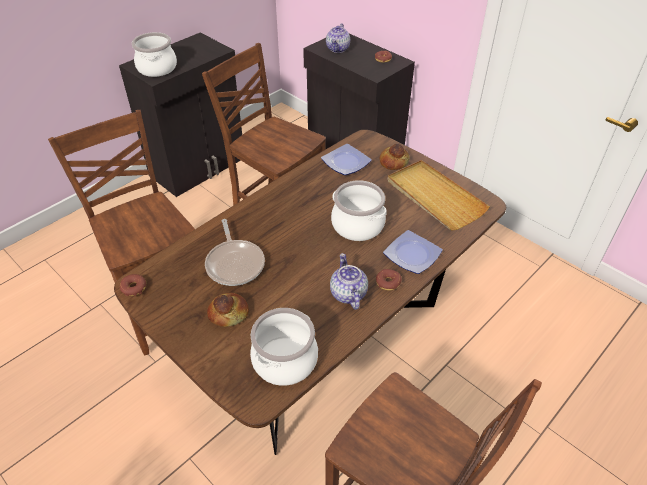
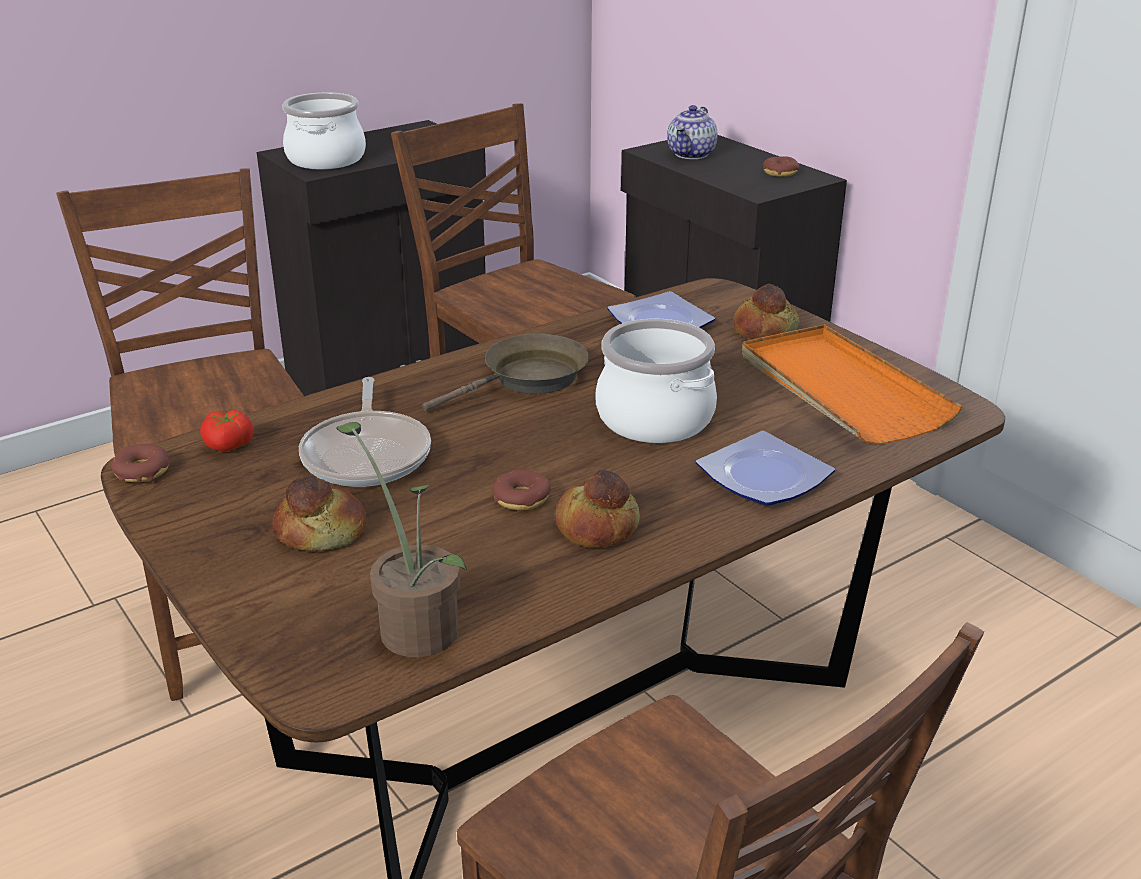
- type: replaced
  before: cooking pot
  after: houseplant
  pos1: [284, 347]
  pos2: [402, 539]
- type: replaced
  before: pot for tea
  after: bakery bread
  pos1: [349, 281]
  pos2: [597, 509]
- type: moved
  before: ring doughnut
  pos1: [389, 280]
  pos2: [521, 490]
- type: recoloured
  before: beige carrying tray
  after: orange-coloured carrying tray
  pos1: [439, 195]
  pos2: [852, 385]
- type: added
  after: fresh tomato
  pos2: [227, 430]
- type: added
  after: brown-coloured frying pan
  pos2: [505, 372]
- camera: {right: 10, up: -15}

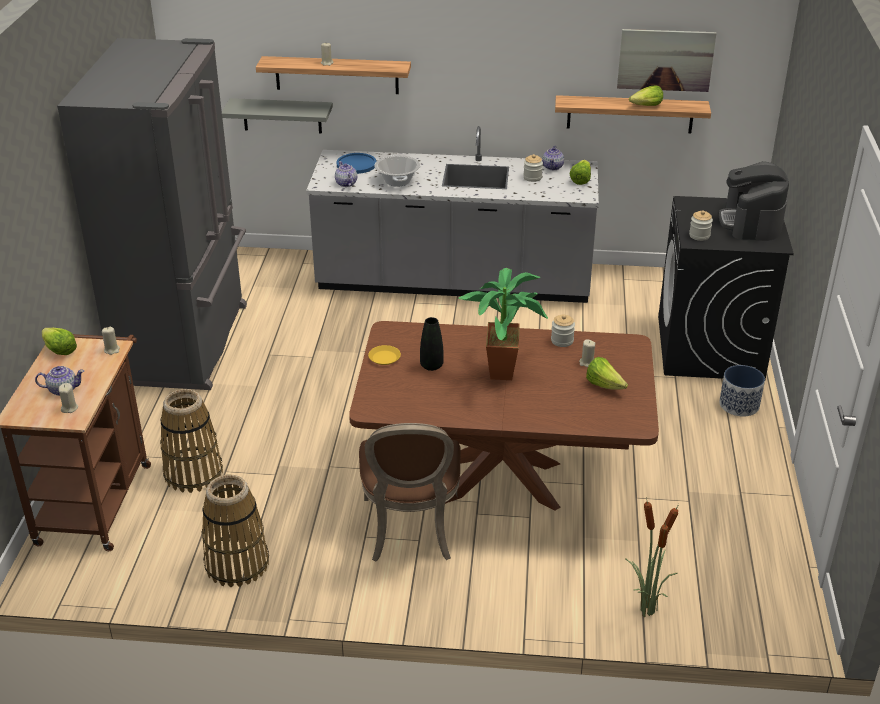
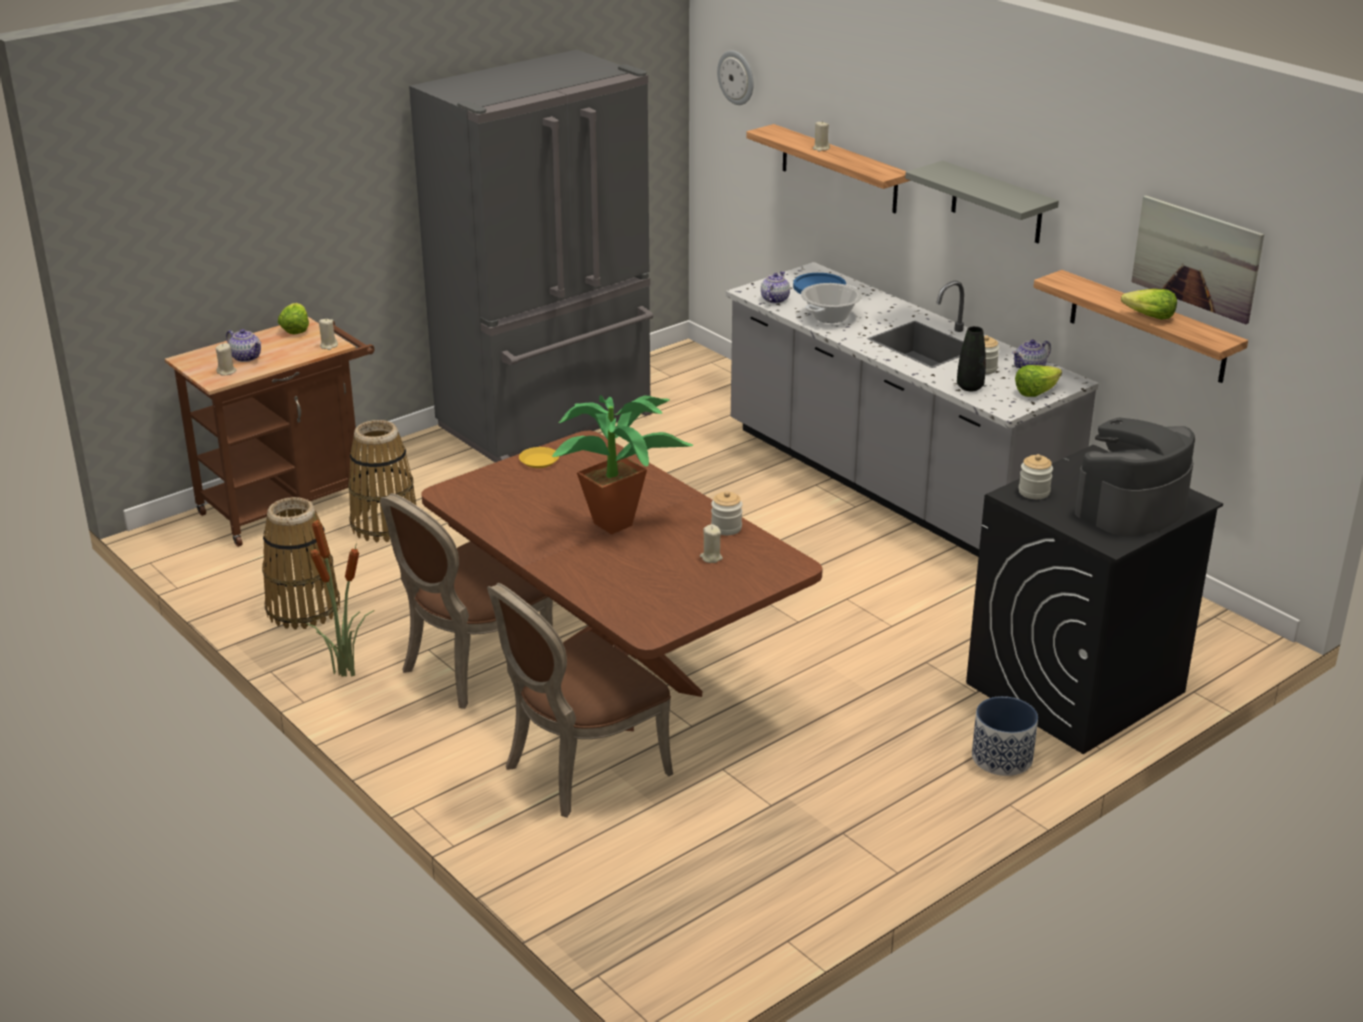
- type: moved
  before: greyish shelf
  pos1: [277, 116]
  pos2: [982, 202]
- type: moved
  before: black decorative vase
  pos1: [432, 344]
  pos2: [971, 358]
- type: removed
  before: head of lettuce
  pos1: [607, 373]
- type: moved
  before: houseplant
  pos1: [653, 557]
  pos2: [340, 594]
- type: added
  after: brown-coloured upright chair
  pos2: [580, 700]
- type: added
  after: clock on the wall
  pos2: [735, 77]
- camera: {right: 45, up: -5}

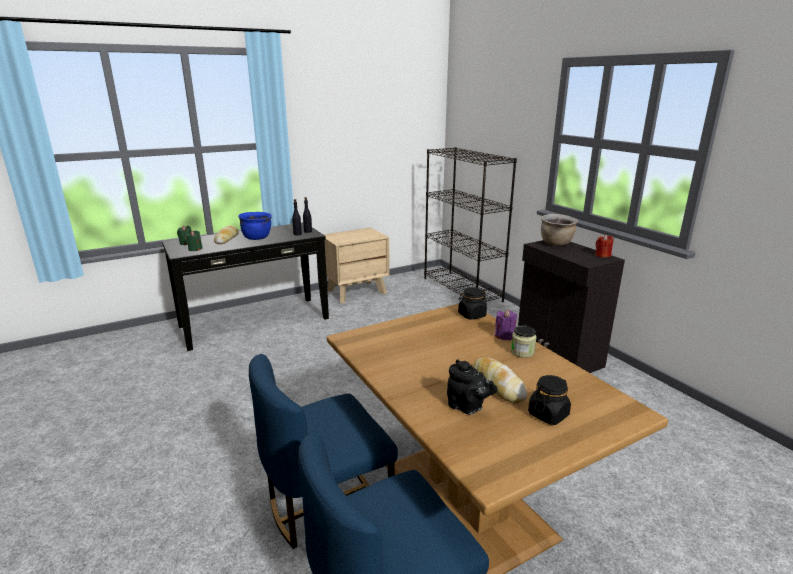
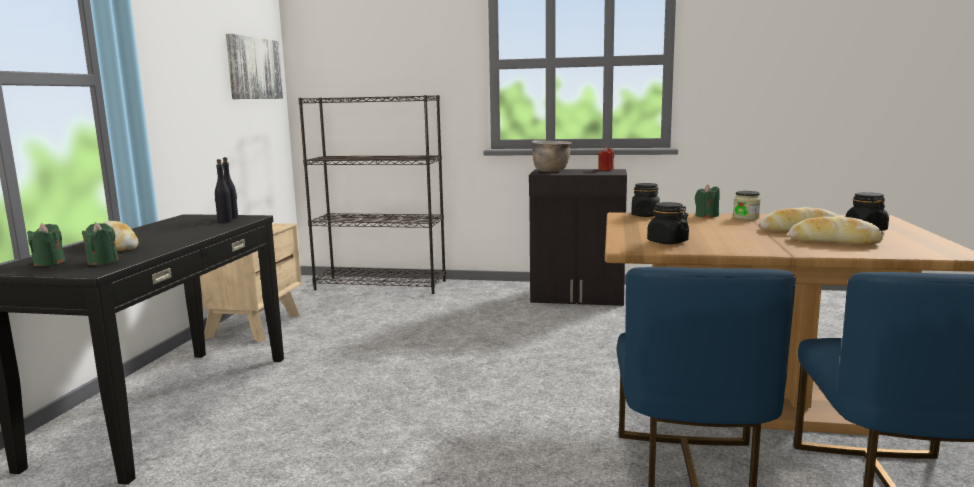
- type: removed
  before: bluish cooking pot
  pos1: [255, 226]
- type: replaced
  before: black pot for tea
  after: bakery bread
  pos1: [472, 387]
  pos2: [836, 230]
- type: recoloured
  before: purple wax candle
  after: green wax candle
  pos1: [506, 324]
  pos2: [707, 201]
- type: added
  after: wall art
  pos2: [254, 66]
- type: added
  after: black preserve jar
  pos2: [668, 223]
- camera: {right: -50, up: -10}

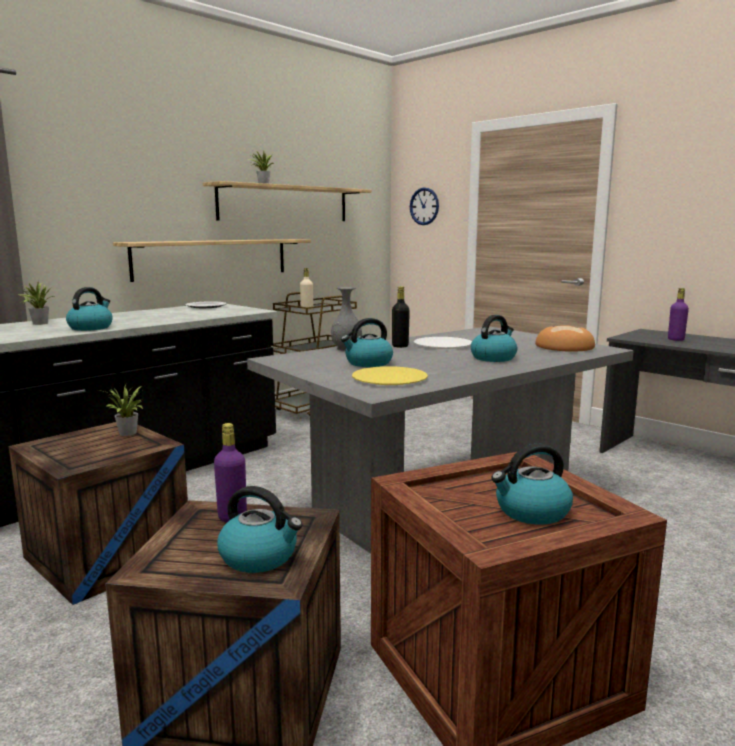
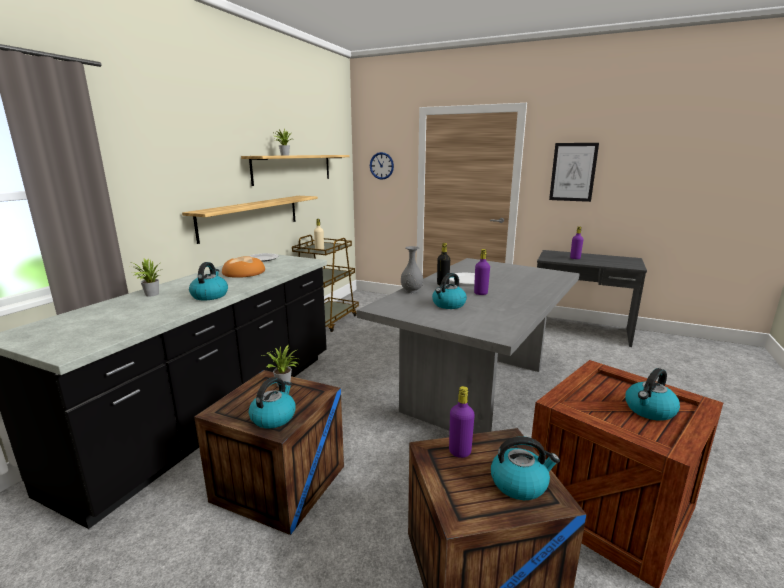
- type: removed
  before: yellow-coloured dinner plate
  pos1: [390, 375]
- type: moved
  before: water kettle
  pos1: [494, 338]
  pos2: [272, 403]
- type: moved
  before: bakery bread
  pos1: [565, 338]
  pos2: [243, 267]
- type: added
  after: purple bottle
  pos2: [482, 272]
- type: added
  after: wall art
  pos2: [574, 172]
- camera: {right: -20, up: 5}

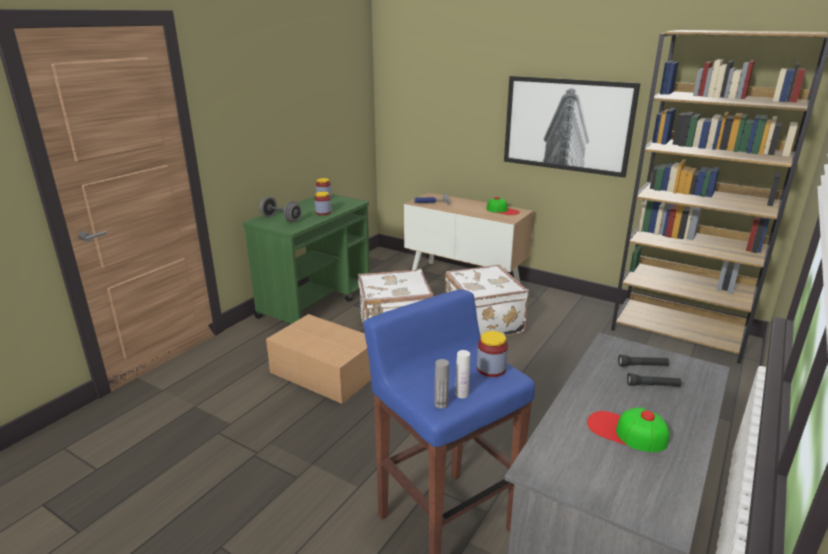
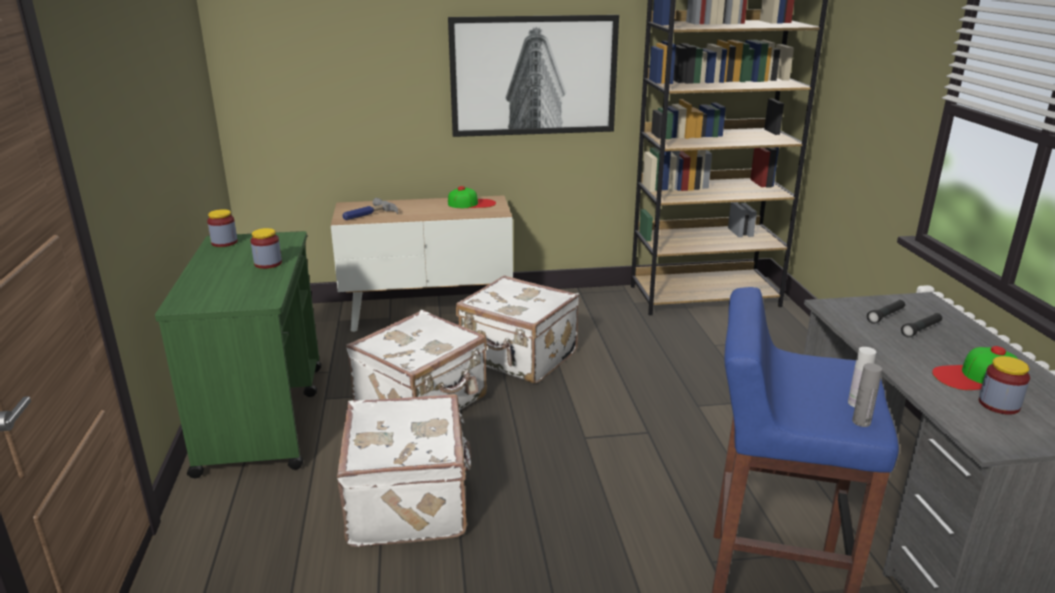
- type: removed
  before: greyish free weight
  pos1: [280, 209]
- type: replaced
  before: cardboard box
  after: white-coloured travel case
  pos1: [318, 359]
  pos2: [404, 470]
- type: moved
  before: preserve jar
  pos1: [492, 354]
  pos2: [1004, 385]
- camera: {right: -40, up: 0}

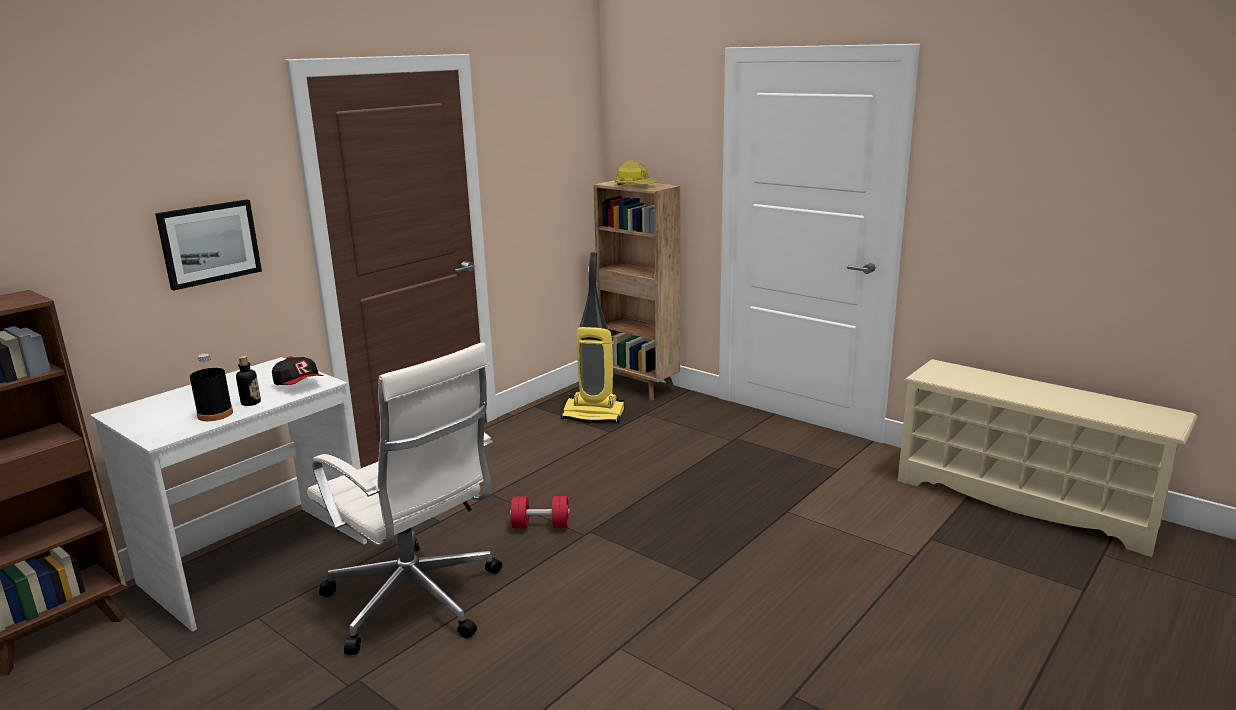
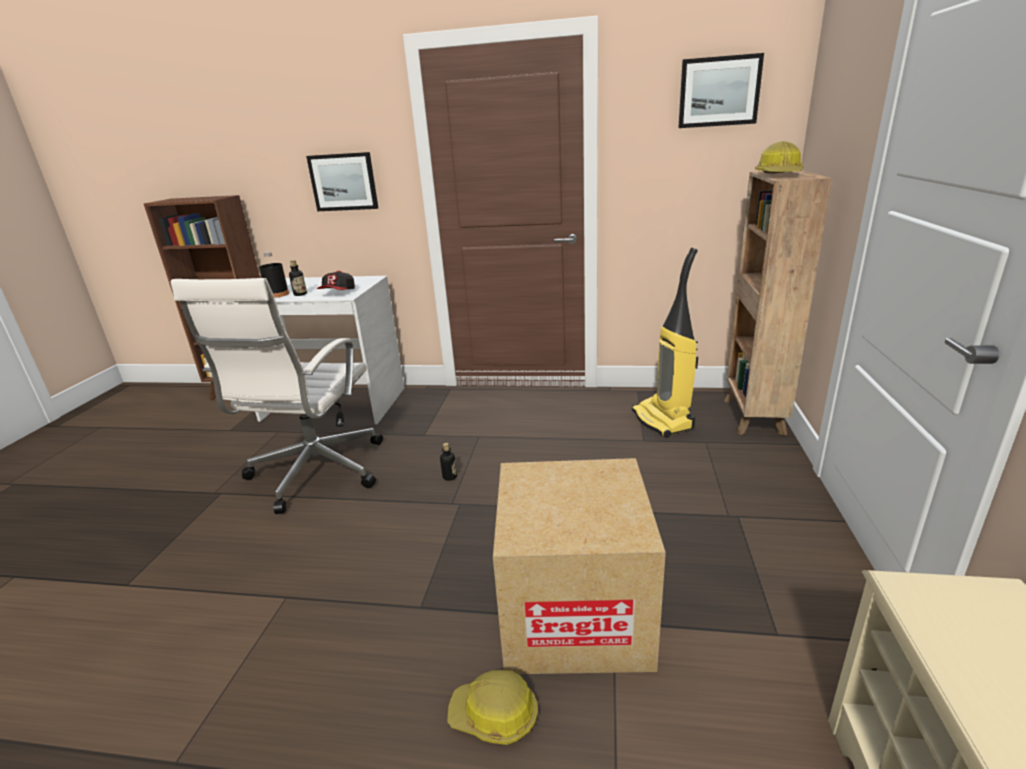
- type: replaced
  before: reddish free weight
  after: bottle
  pos1: [540, 512]
  pos2: [448, 462]
- type: added
  after: hard hat
  pos2: [492, 707]
- type: added
  after: cardboard box
  pos2: [579, 566]
- type: added
  after: wall art
  pos2: [721, 90]
- camera: {right: 60, up: 5}

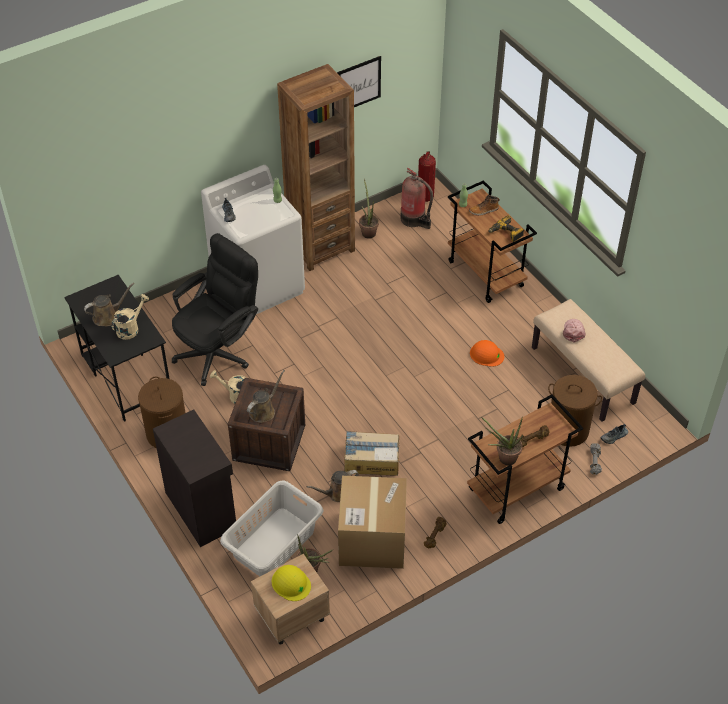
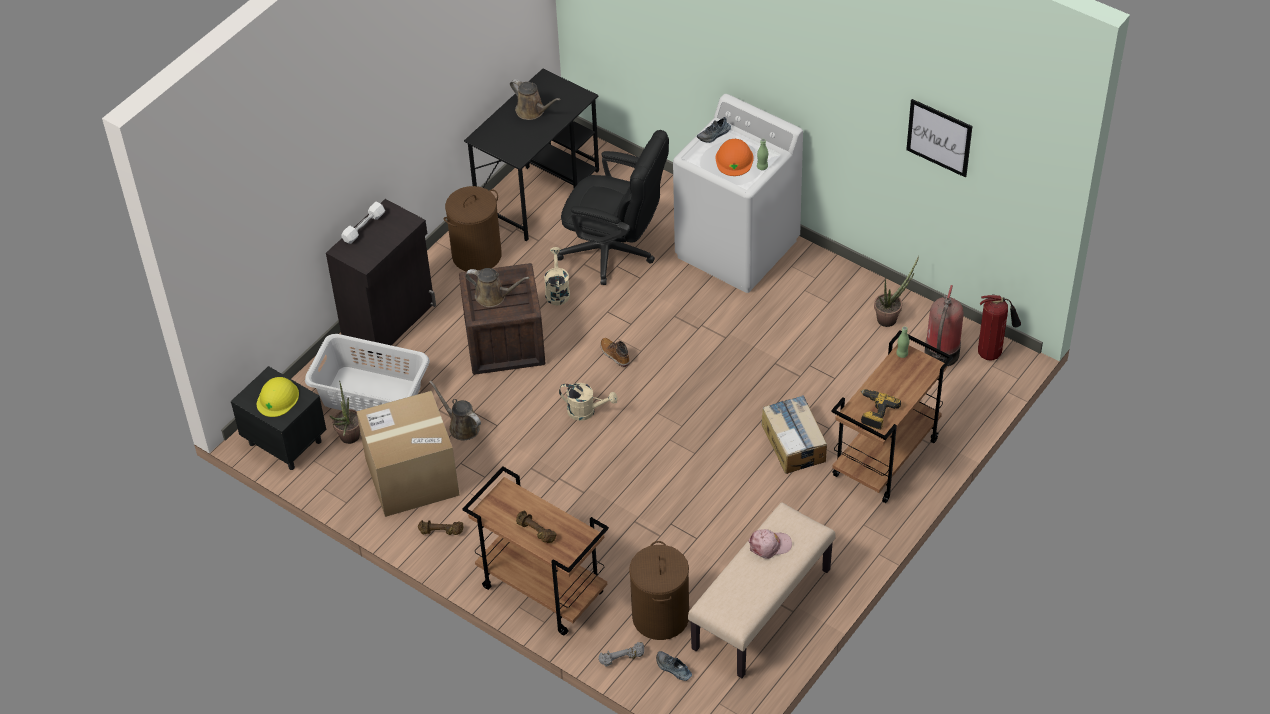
- type: moved
  before: beige watering can
  pos1: [130, 317]
  pos2: [588, 402]
- type: recoloured
  before: beige nightstand
  after: black nightstand
  pos1: [290, 599]
  pos2: [278, 418]
- type: removed
  before: brown-coloured bookshelf
  pos1: [316, 167]
- type: moved
  before: cardboard box
  pos1: [371, 453]
  pos2: [794, 434]
- type: moved
  before: high-top boot
  pos1: [484, 205]
  pos2: [615, 352]
- type: moved
  before: orange-coloured hard hat
  pos1: [487, 353]
  pos2: [734, 157]
- type: removed
  before: houseplant
  pos1: [502, 441]
- type: added
  after: white-coloured free weight
  pos2: [363, 223]
- camera: {right: 70, up: 0}

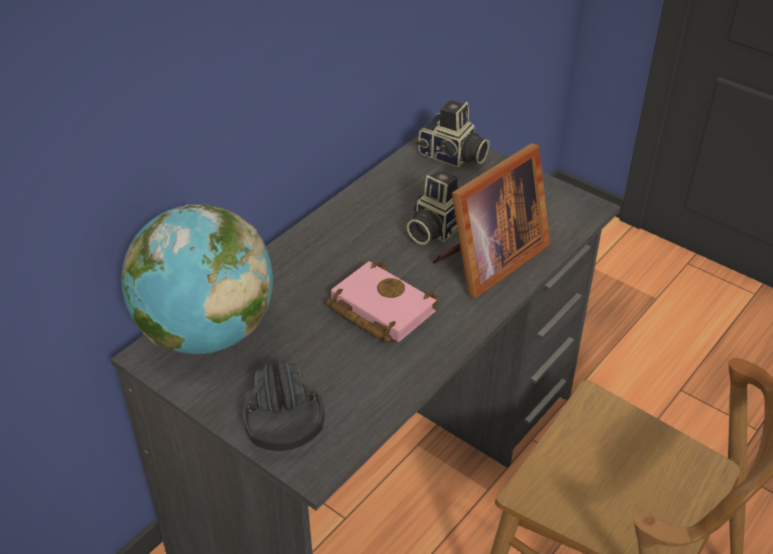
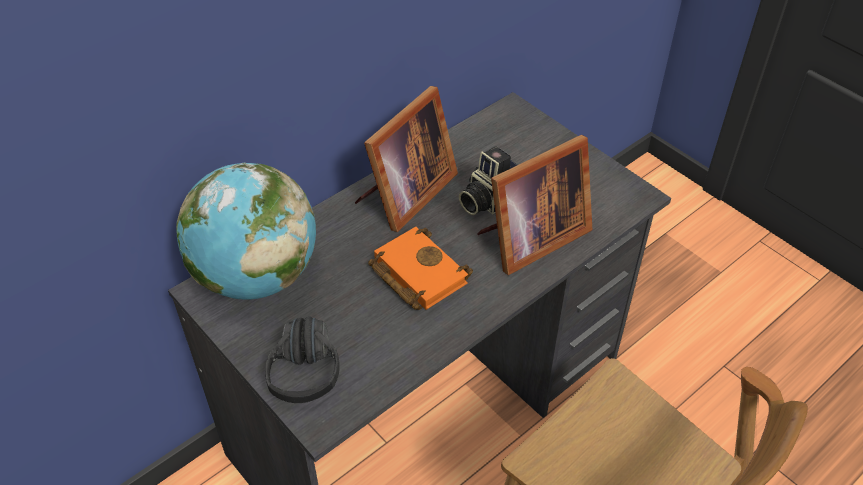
- type: recoloured
  before: pink book
  after: orange-coloured book
  pos1: [382, 302]
  pos2: [420, 268]
- type: removed
  before: still camera
  pos1: [453, 133]
- type: added
  after: photo frame
  pos2: [406, 159]
- camera: {right: 10, up: 5}

